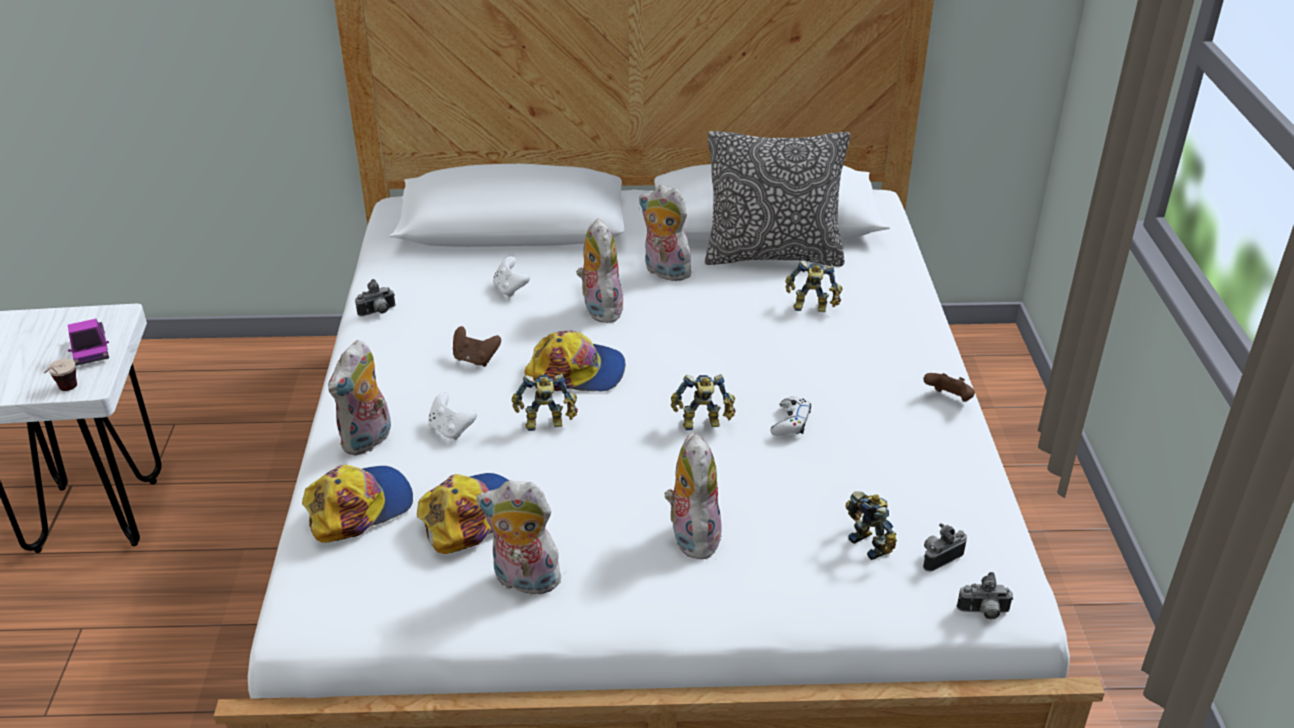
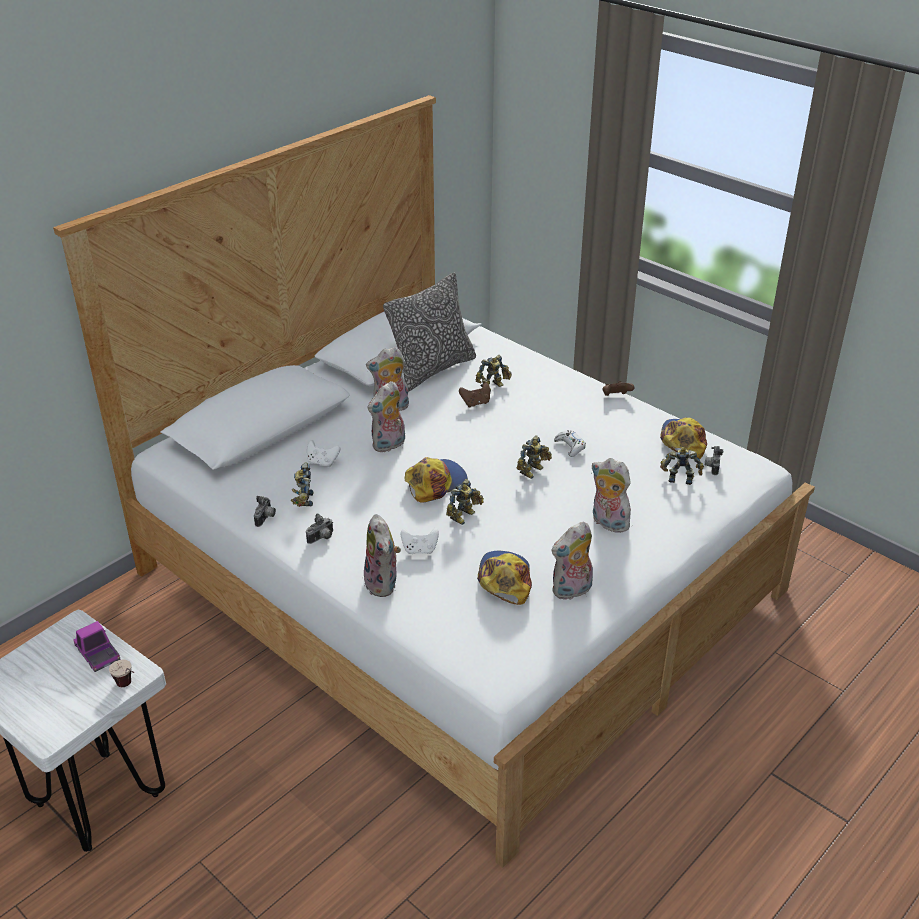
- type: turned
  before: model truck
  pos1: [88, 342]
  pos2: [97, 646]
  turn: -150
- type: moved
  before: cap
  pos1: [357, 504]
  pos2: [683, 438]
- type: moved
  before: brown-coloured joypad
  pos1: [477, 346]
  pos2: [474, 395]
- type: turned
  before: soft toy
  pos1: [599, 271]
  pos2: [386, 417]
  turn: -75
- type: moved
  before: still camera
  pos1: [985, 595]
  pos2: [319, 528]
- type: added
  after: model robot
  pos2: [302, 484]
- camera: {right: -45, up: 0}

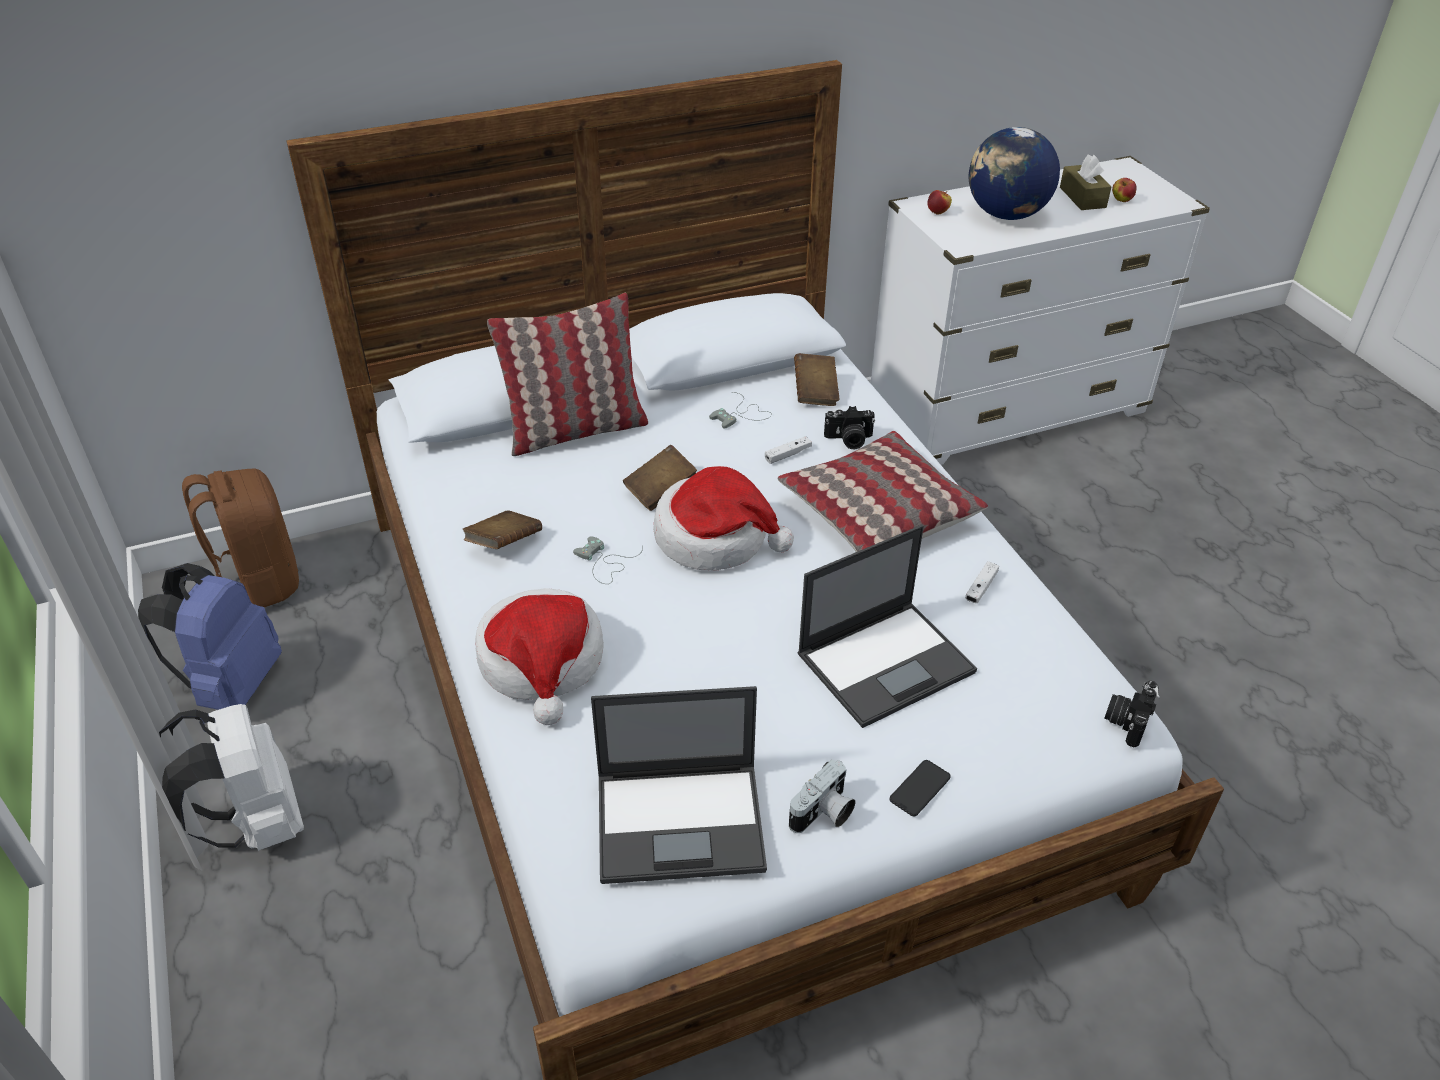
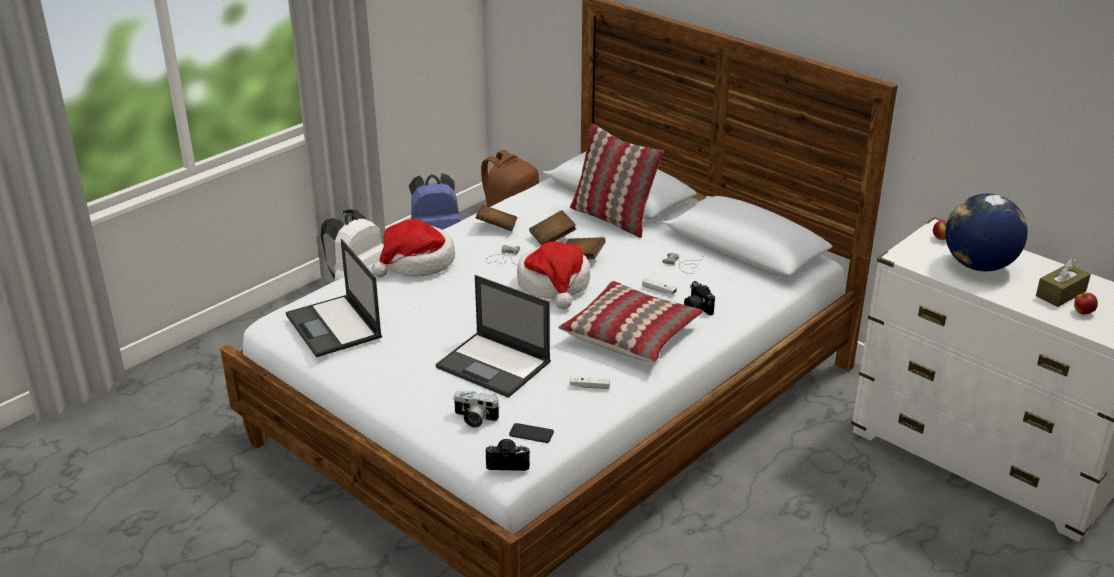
- type: moved
  before: still camera
  pos1: [822, 796]
  pos2: [476, 409]
- type: moved
  before: brown-coloured book
  pos1: [816, 379]
  pos2: [553, 227]
- type: moved
  before: phone
  pos1: [920, 788]
  pos2: [531, 433]
- camera: {right: 65, up: -10}

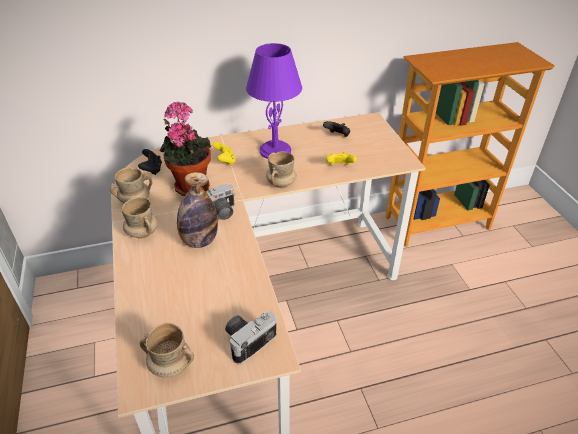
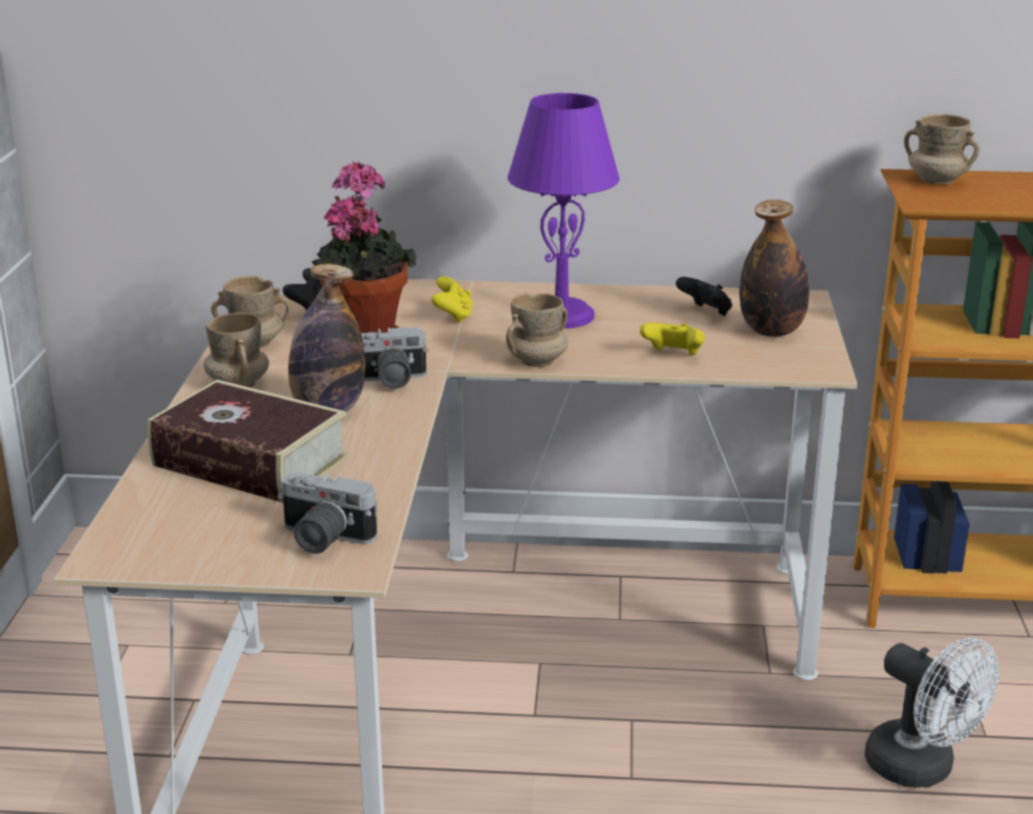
- type: moved
  before: beige tea mug
  pos1: [167, 350]
  pos2: [941, 149]
- type: turned
  before: still camera
  pos1: [250, 338]
  pos2: [327, 513]
  turn: -135
- type: added
  after: book
  pos2: [247, 441]
- type: added
  after: bottle
  pos2: [774, 268]
- type: added
  after: white-coloured electric fan
  pos2: [932, 713]
- camera: {right: 20, up: -15}

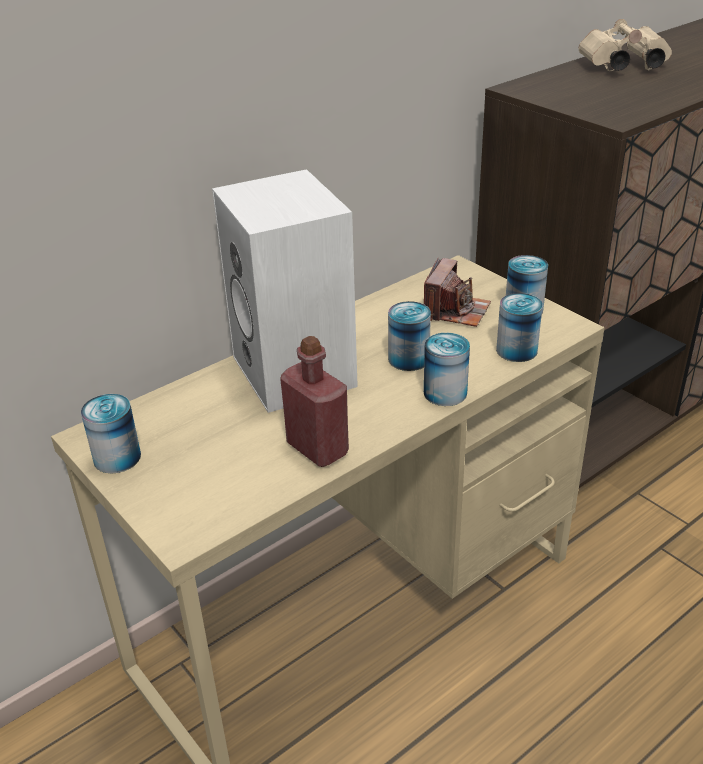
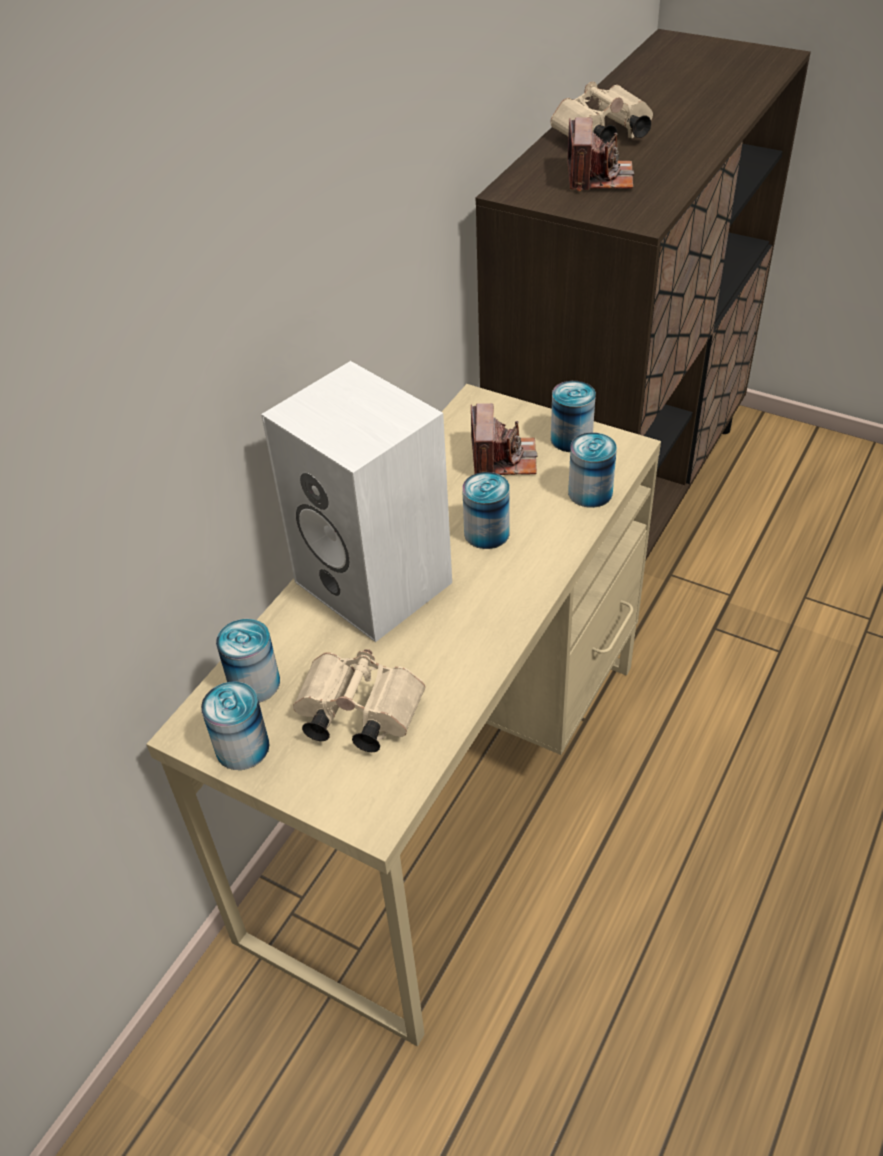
- type: removed
  before: reddish bottle
  pos1: [314, 401]
- type: moved
  before: can
  pos1: [447, 369]
  pos2: [248, 661]
- type: added
  after: beige field glasses
  pos2: [359, 700]
- type: added
  after: still camera
  pos2: [600, 154]
- camera: {right: -20, up: 10}

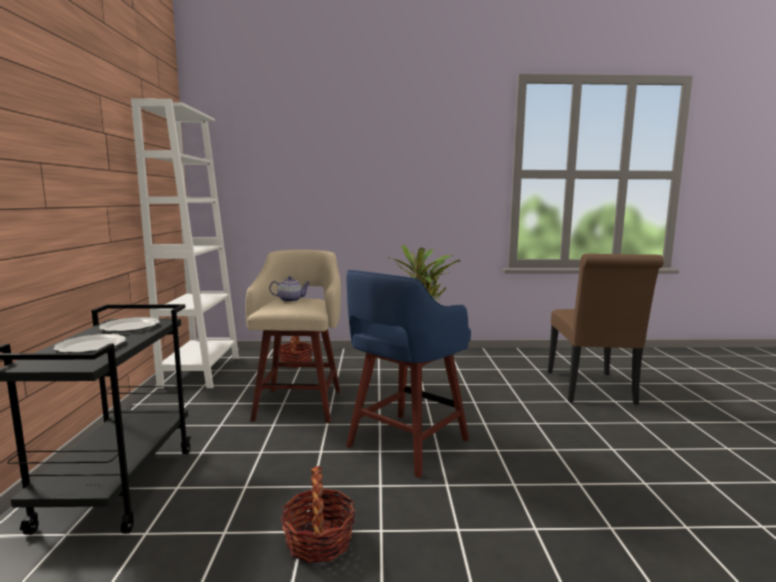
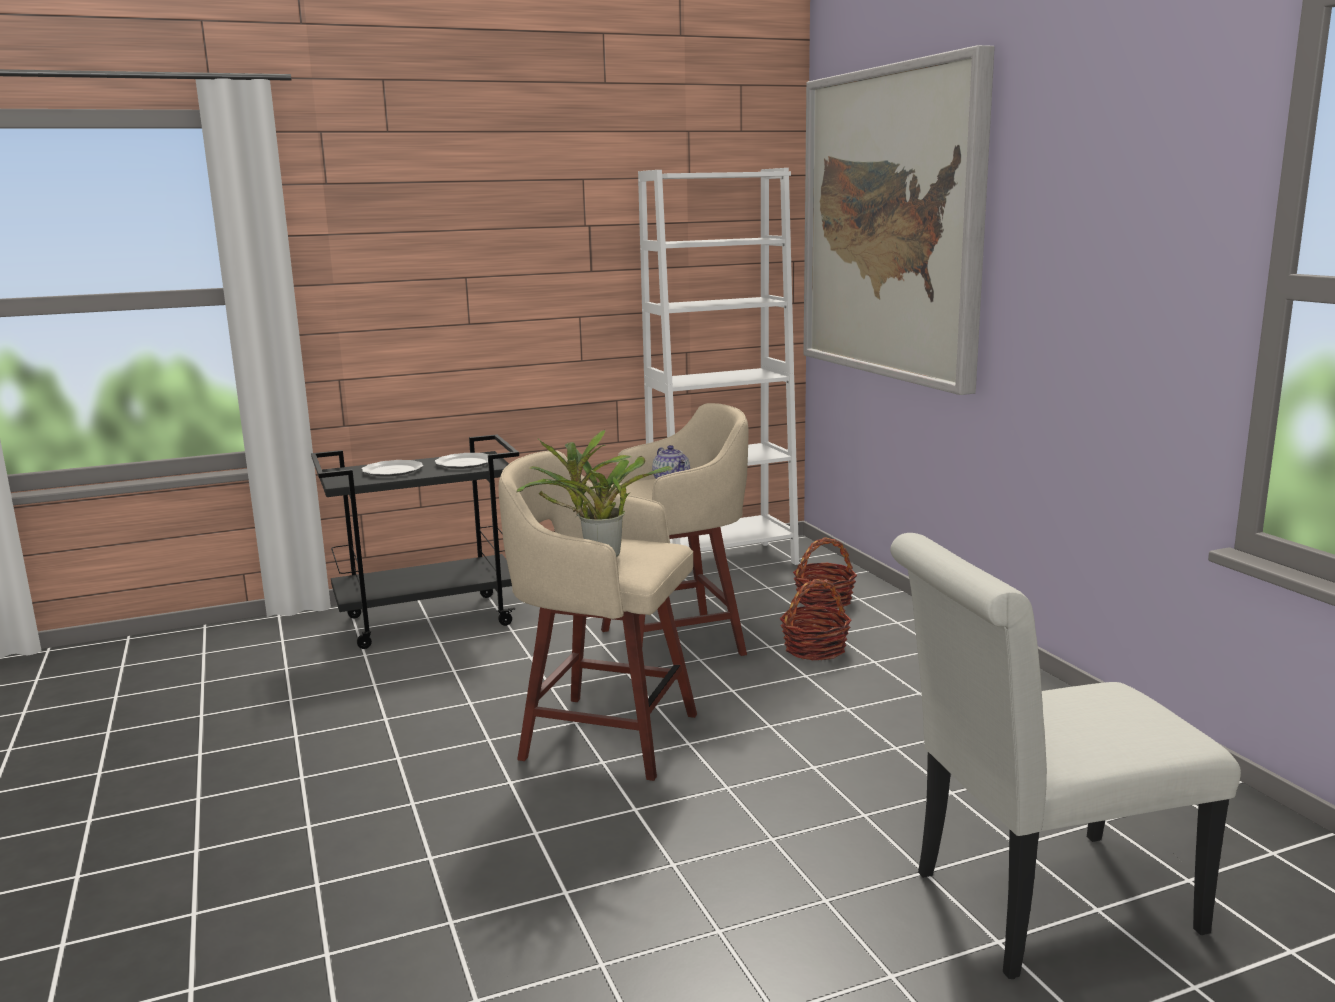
- type: moved
  before: basket
  pos1: [318, 515]
  pos2: [816, 619]
- type: recoloured
  before: bluish sitting stool
  after: beige sitting stool
  pos1: [408, 374]
  pos2: [597, 615]
- type: recoloured
  before: brown-coloured upright chair
  after: white-coloured upright chair
  pos1: [605, 329]
  pos2: [1065, 756]
- type: added
  after: wall art
  pos2: [899, 220]
- camera: {right: 70, up: 5}

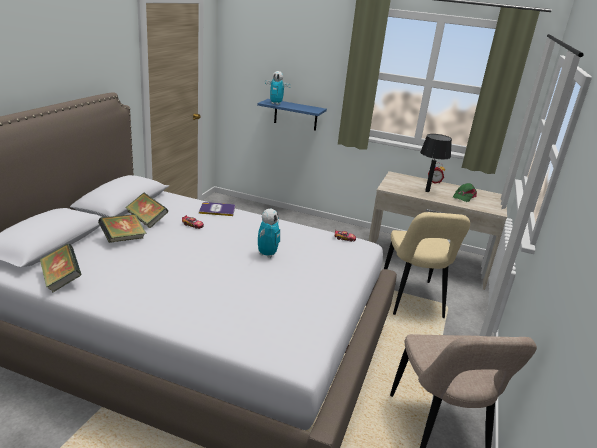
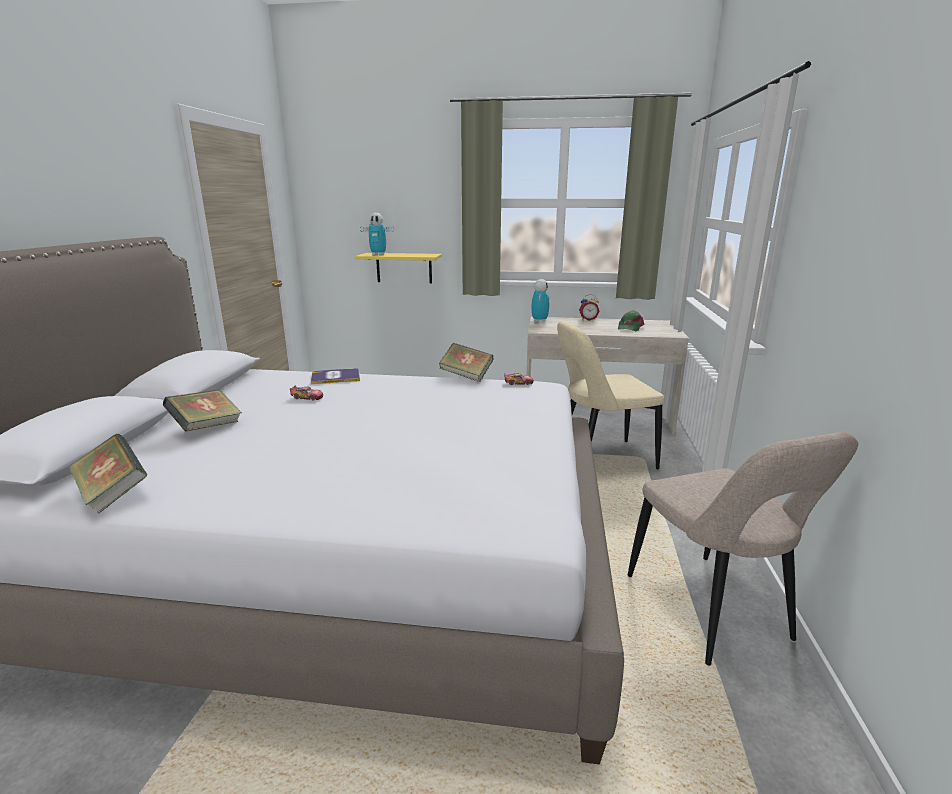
- type: moved
  before: book
  pos1: [146, 210]
  pos2: [466, 362]
- type: recoloured
  before: bluish shelf
  after: yellow-coloured shelf
  pos1: [292, 115]
  pos2: [398, 268]
- type: moved
  before: model robot
  pos1: [269, 233]
  pos2: [541, 300]
- type: turned
  before: beige upright chair
  pos1: [427, 265]
  pos2: [610, 394]
  turn: 90
- type: removed
  before: black table lamp
  pos1: [436, 163]
- camera: {right: -10, up: -5}

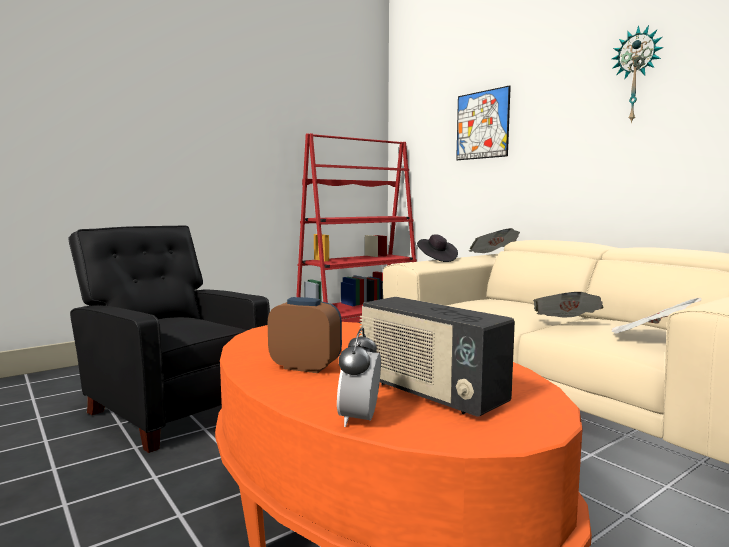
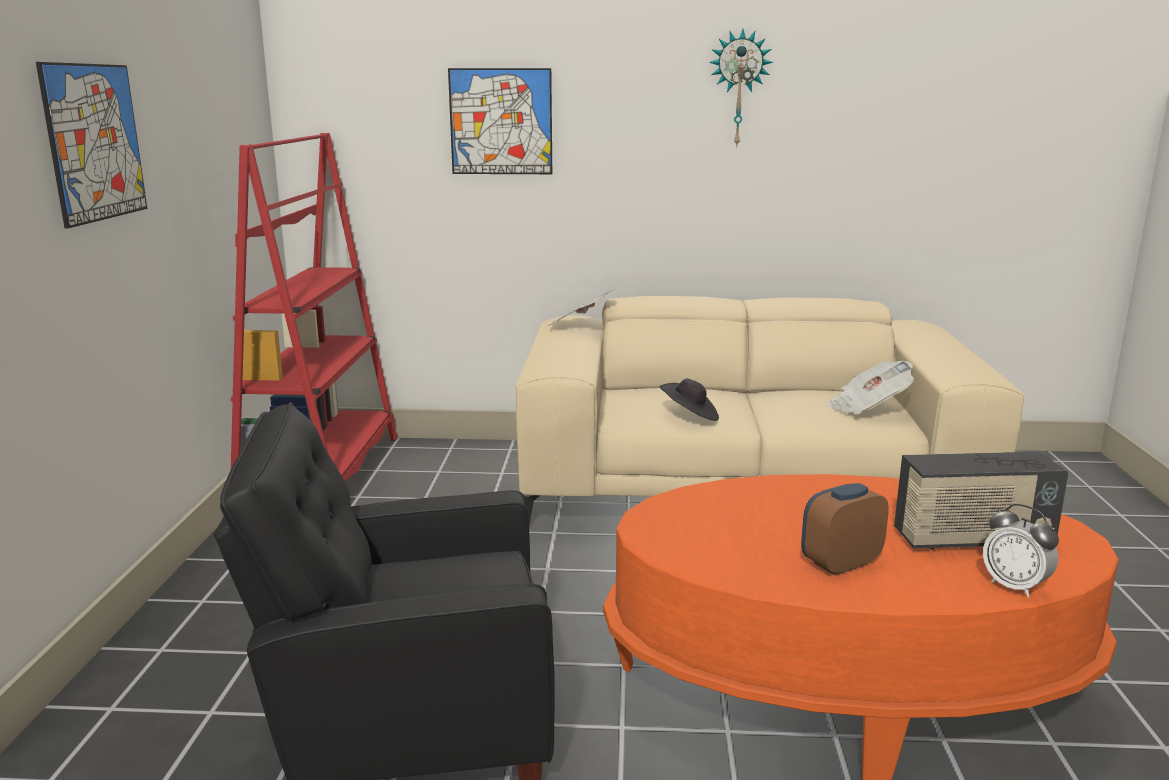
- type: moved
  before: black clothing hat
  pos1: [437, 248]
  pos2: [689, 400]
- type: removed
  before: printed paper
  pos1: [568, 304]
- type: added
  after: wall art
  pos2: [91, 145]
- camera: {right: -50, up: 10}

